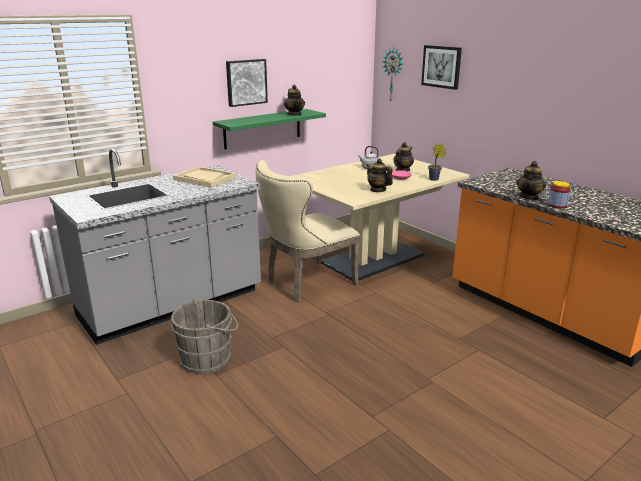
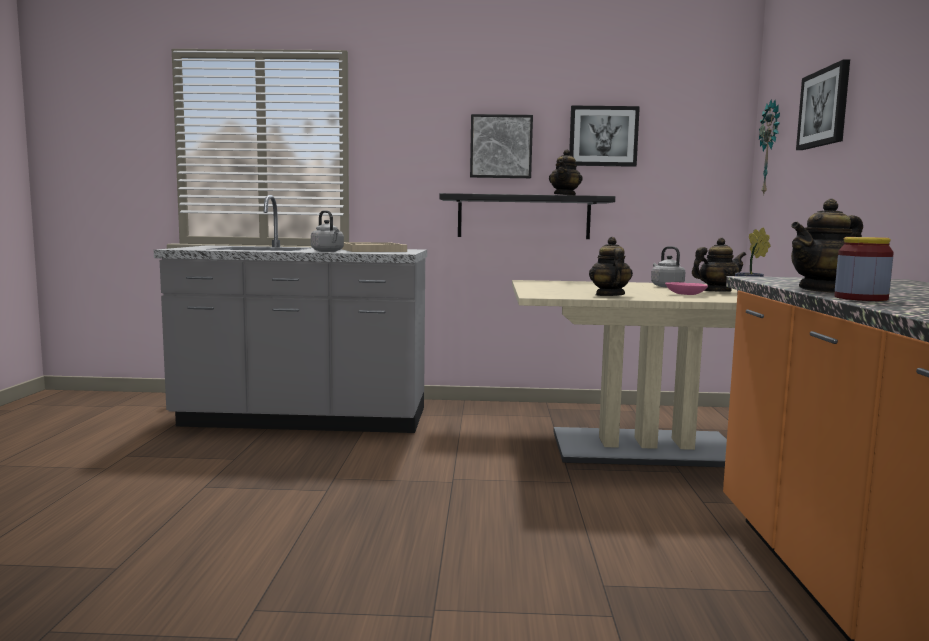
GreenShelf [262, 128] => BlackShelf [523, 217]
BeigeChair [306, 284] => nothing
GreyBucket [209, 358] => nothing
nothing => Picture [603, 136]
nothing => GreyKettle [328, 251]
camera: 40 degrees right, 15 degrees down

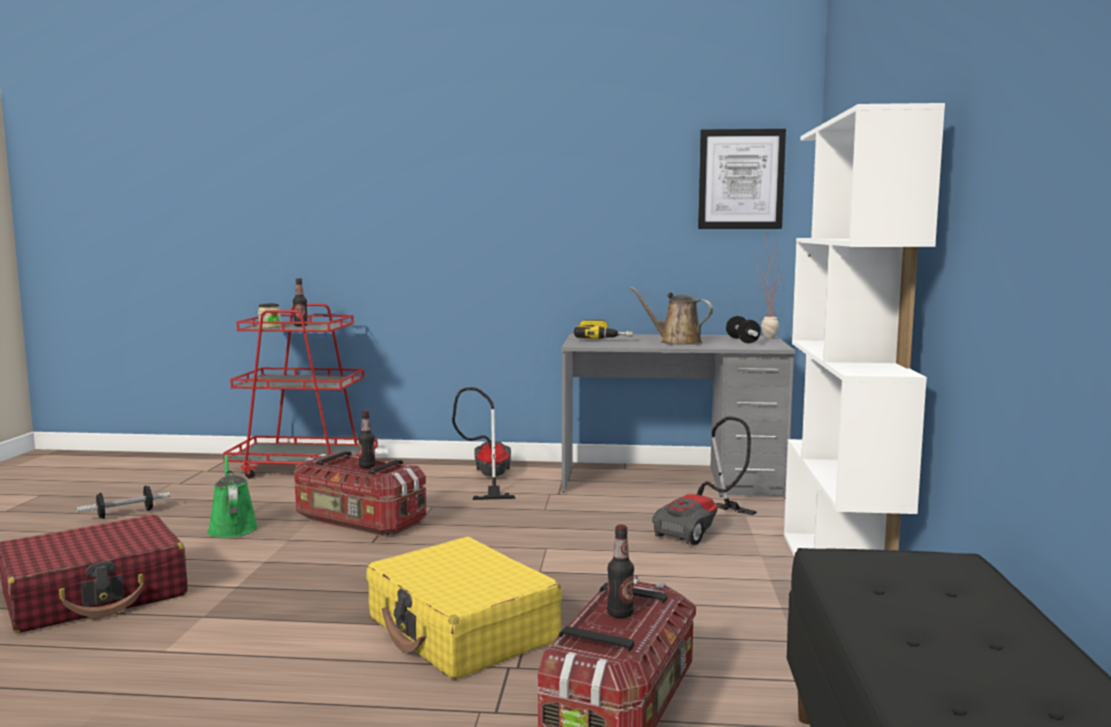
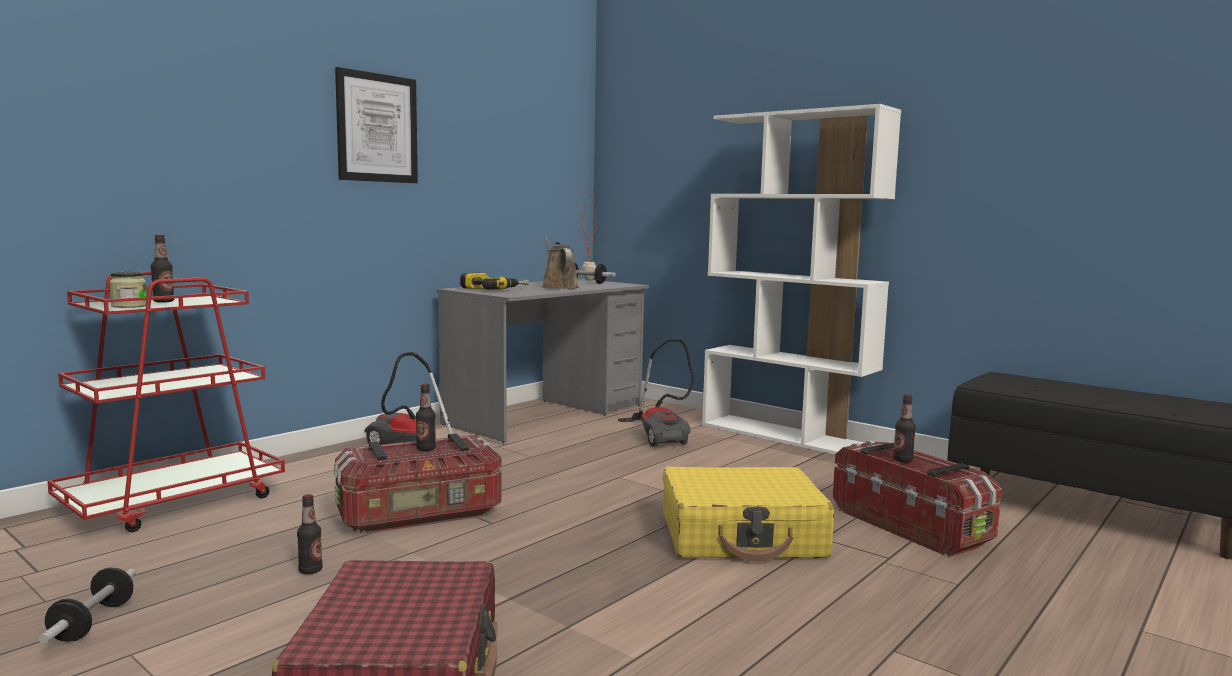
Picture [741, 179] => Picture [377, 128], shifted
BrownWateringCan [676, 342] => BrownWateringCan [558, 287], 90 degrees clockwise
GreenWateringCan [232, 528] => Bottle [310, 570]
camera: 55 degrees left, 0 degrees up

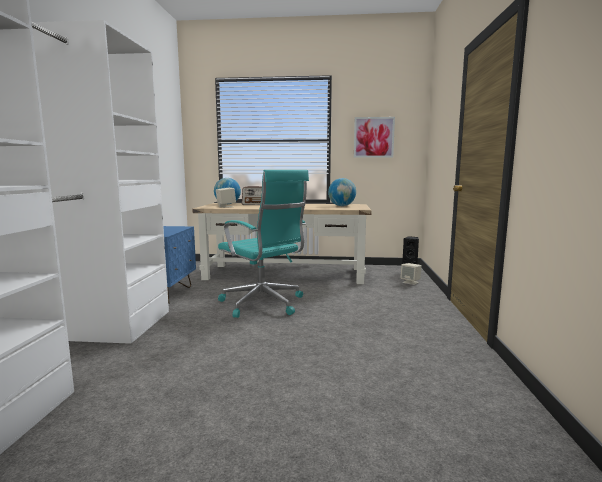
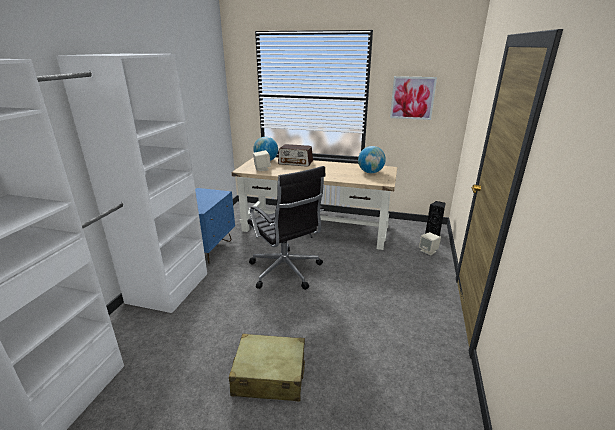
TurquoiseOfficeChair [263, 304] => BlackOfficeChair [286, 271]
nothing => BeigeSuitcase [269, 375]
camera: 10 degrees right, 15 degrees up

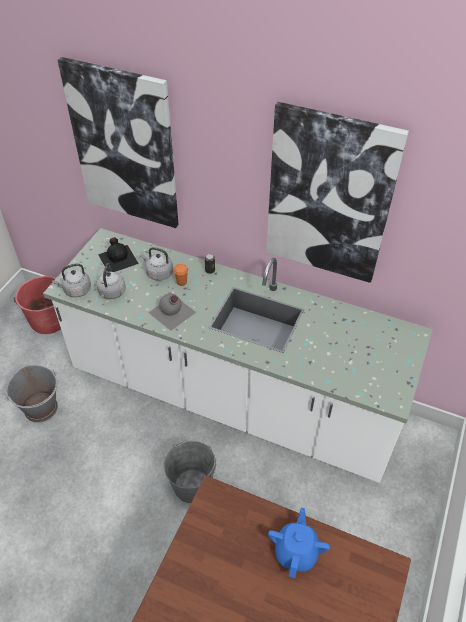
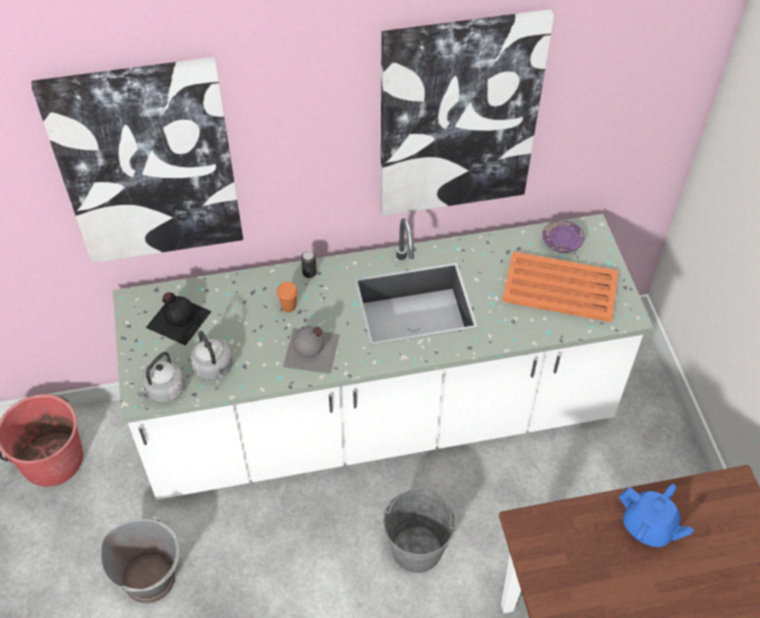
GreyKettle [158, 273] => nothing
BlueTeapot [296, 551] => BlueTeapot [648, 527], 150 degrees clockwise
nothing => PurplePlate [561, 242]
nothing => OrangeTray [559, 287]
camera: 35 degrees left, 5 degrees up

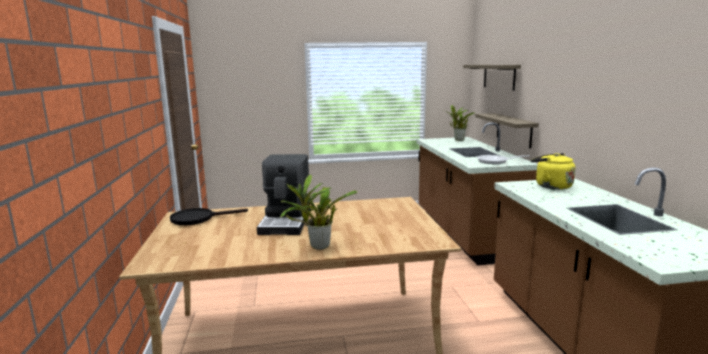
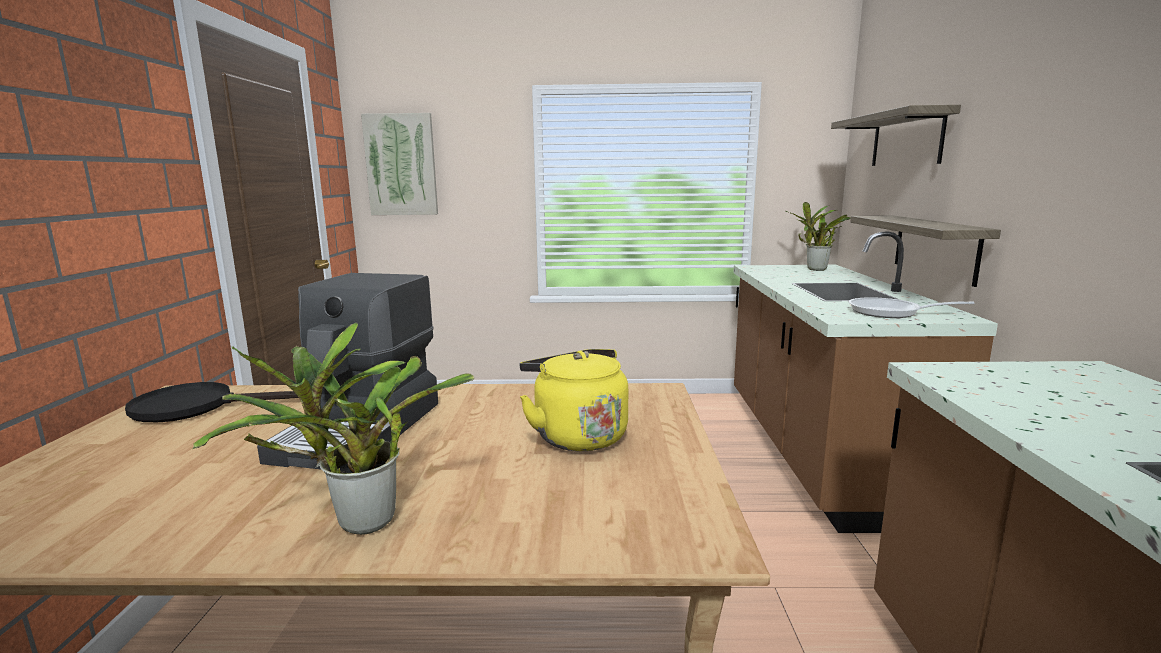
YellowKettle [551, 186] => YellowKettle [576, 435], shifted
nothing => Picture [401, 165]
camera: 10 degrees right, 0 degrees up

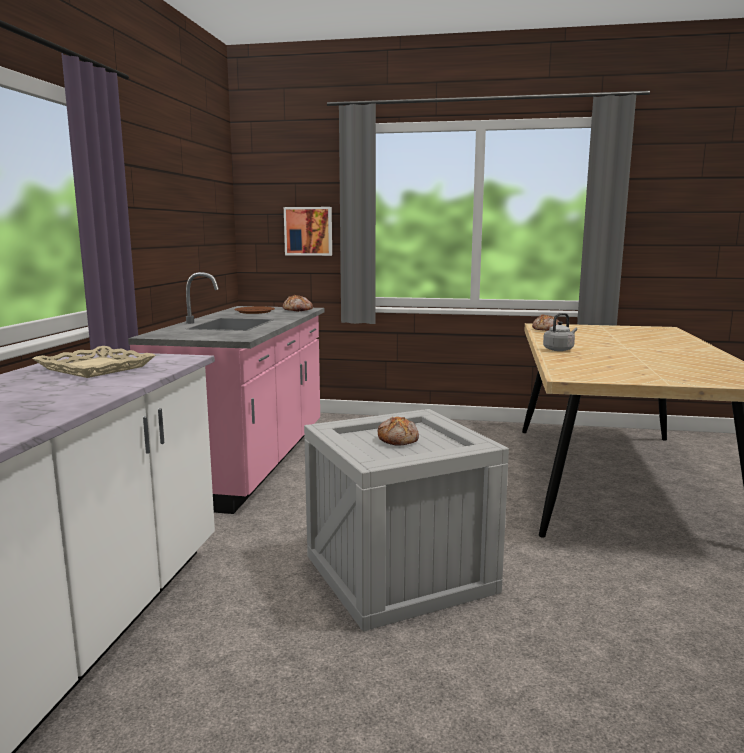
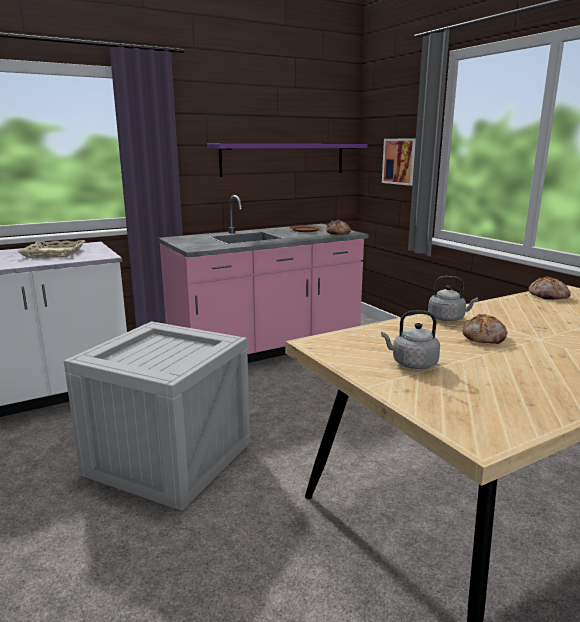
Bread [398, 440] => Bread [484, 337], shifted
nothing => PurpleShelf [284, 159]
nothing => GreyKettle [412, 364]
camera: 50 degrees right, 5 degrees up

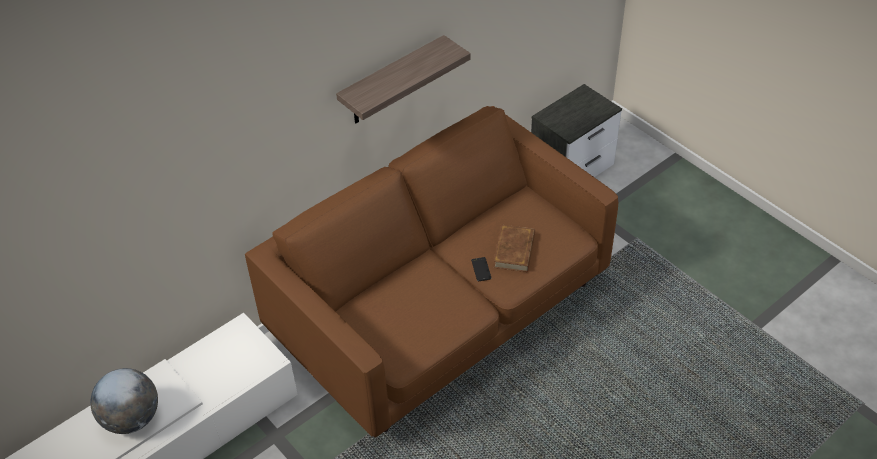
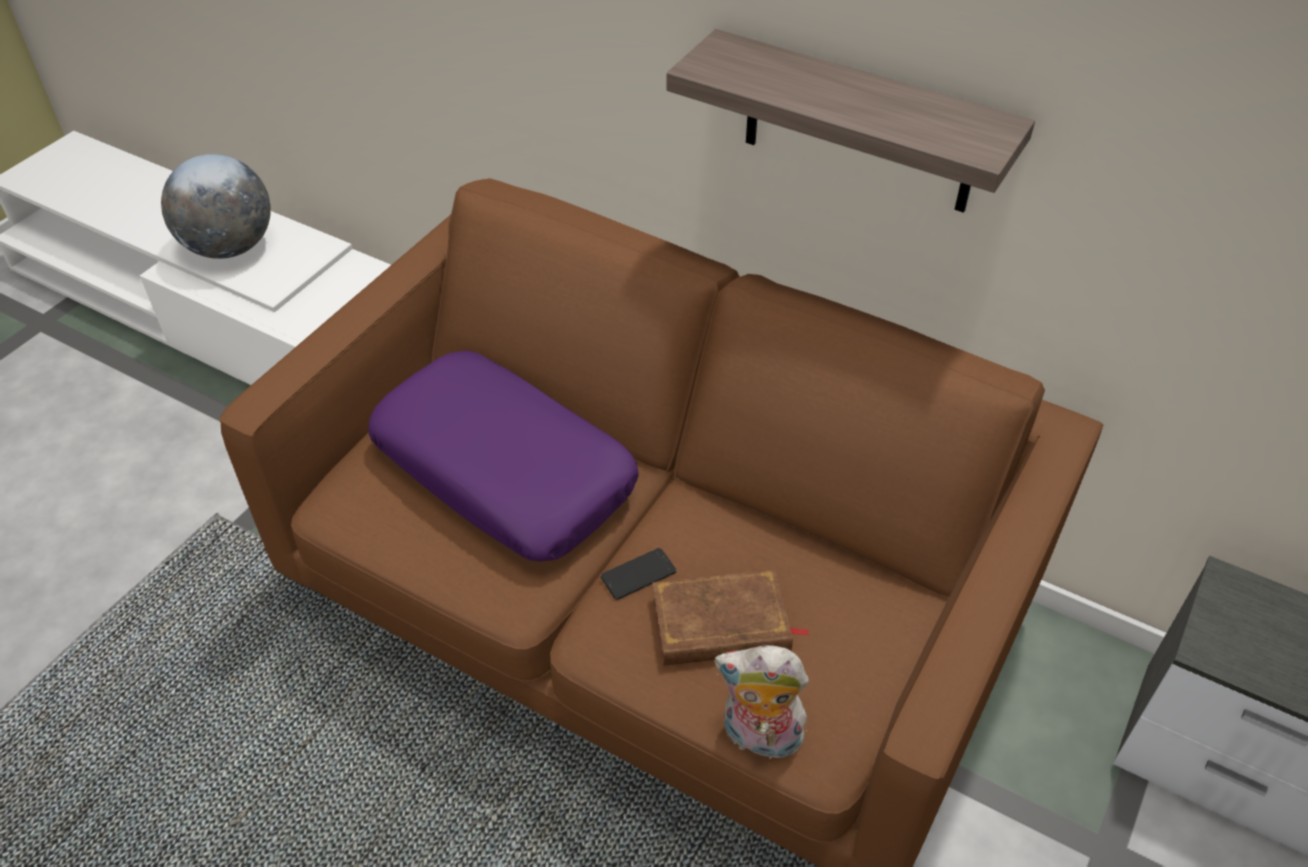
nothing => PurplePillow [505, 471]
nothing => PlushToy [759, 738]
camera: 70 degrees right, 0 degrees up

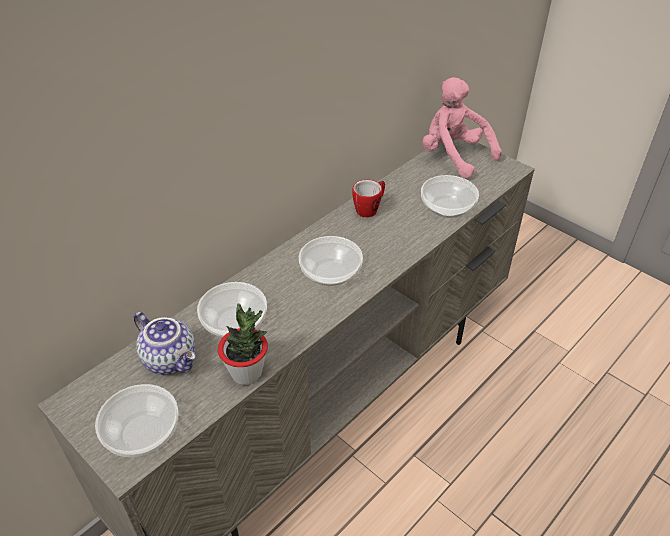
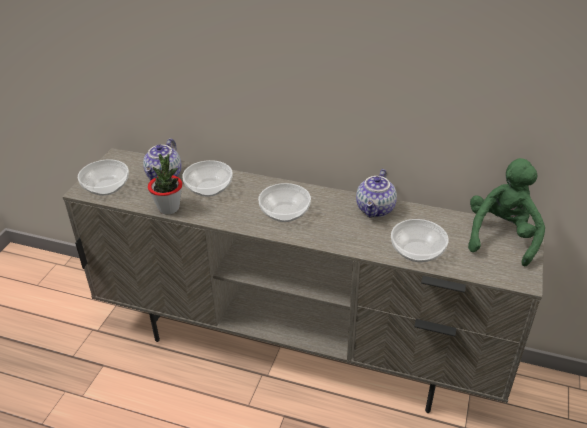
PinkPlushToy [454, 156] => GreenPlushToy [501, 236]
Mug [369, 209] => Teapot [376, 210]
camera: 65 degrees right, 5 degrees down

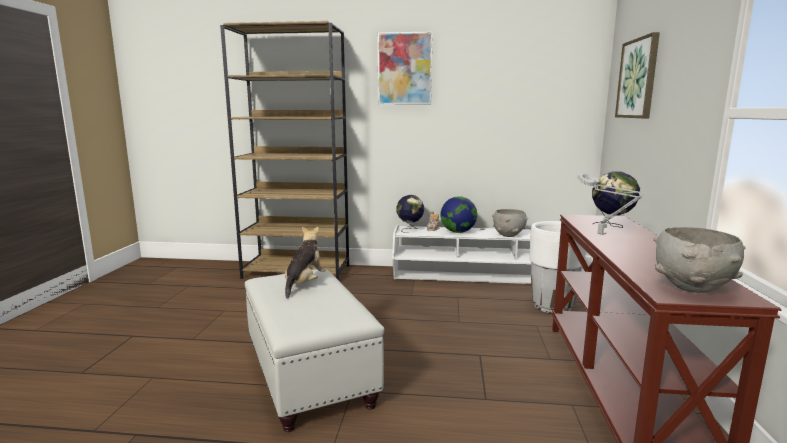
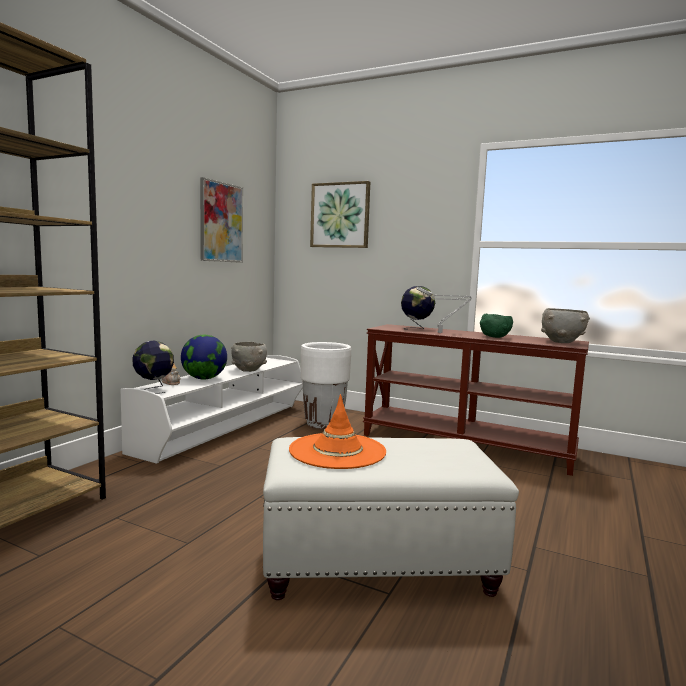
Picture [404, 69] => Picture [221, 222], shifted
PlushToy [304, 284] => OrangeHat [337, 451]
nothing => GreenBowl [495, 337]
camera: 70 degrees left, 5 degrees down

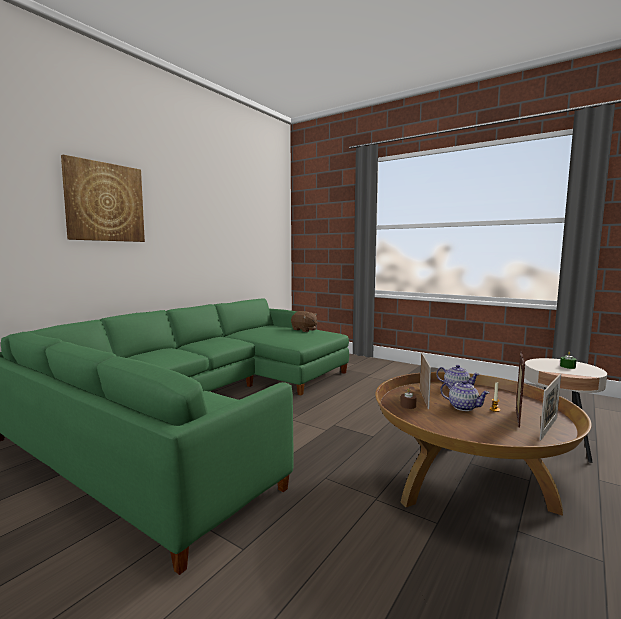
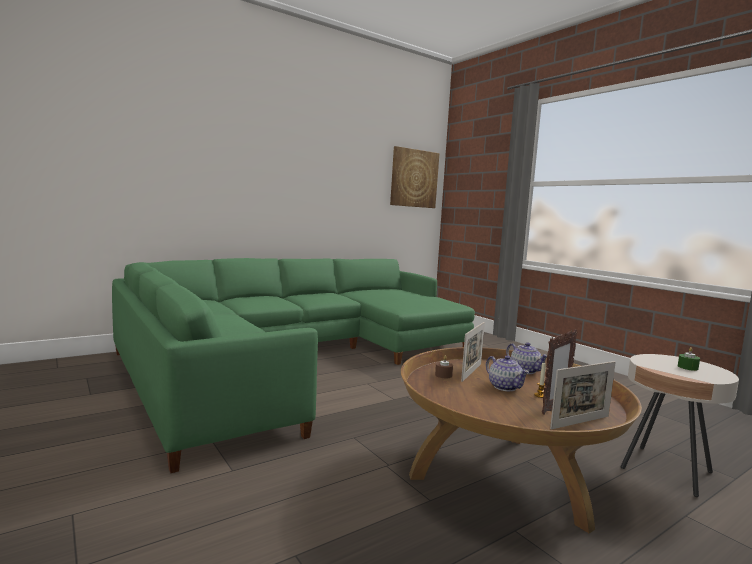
Picture [105, 202] => Picture [414, 178], shifted
BrownPlushToy [304, 330] => nothing
camera: 20 degrees right, 0 degrees up

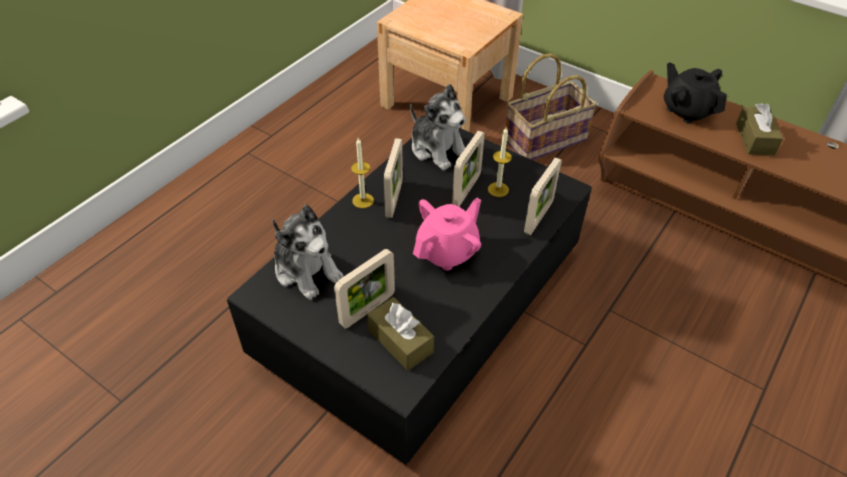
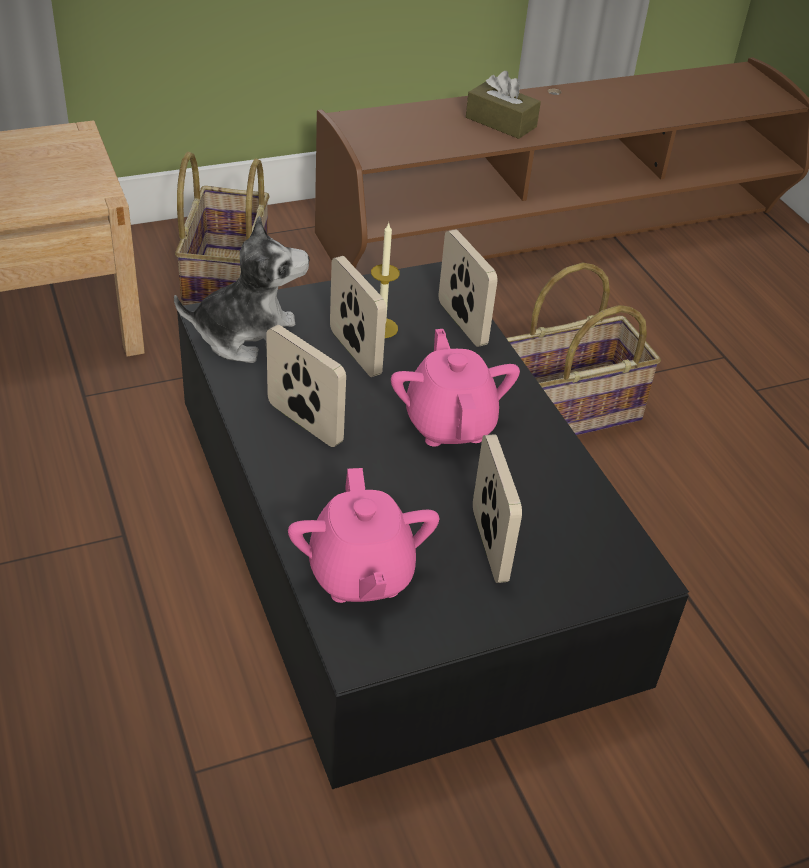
BlackTeapot [686, 110] => nothing
Candle [363, 200] => nothing
PlushToy [307, 270] => PinkTeapot [360, 574]
BrownTissueBox [400, 341] => nothing
nothing => Basket [568, 413]
camera: 60 degrees left, 5 degrees down

